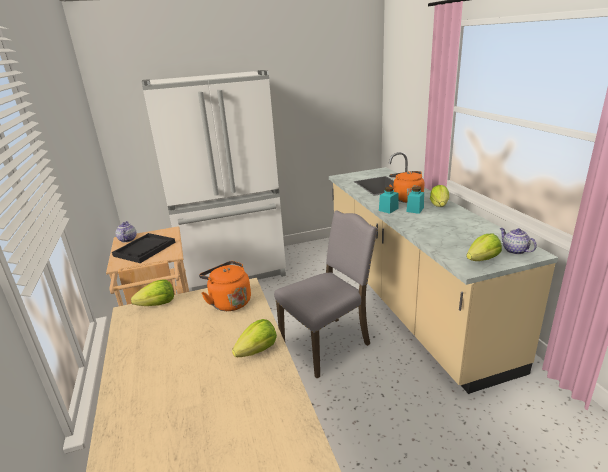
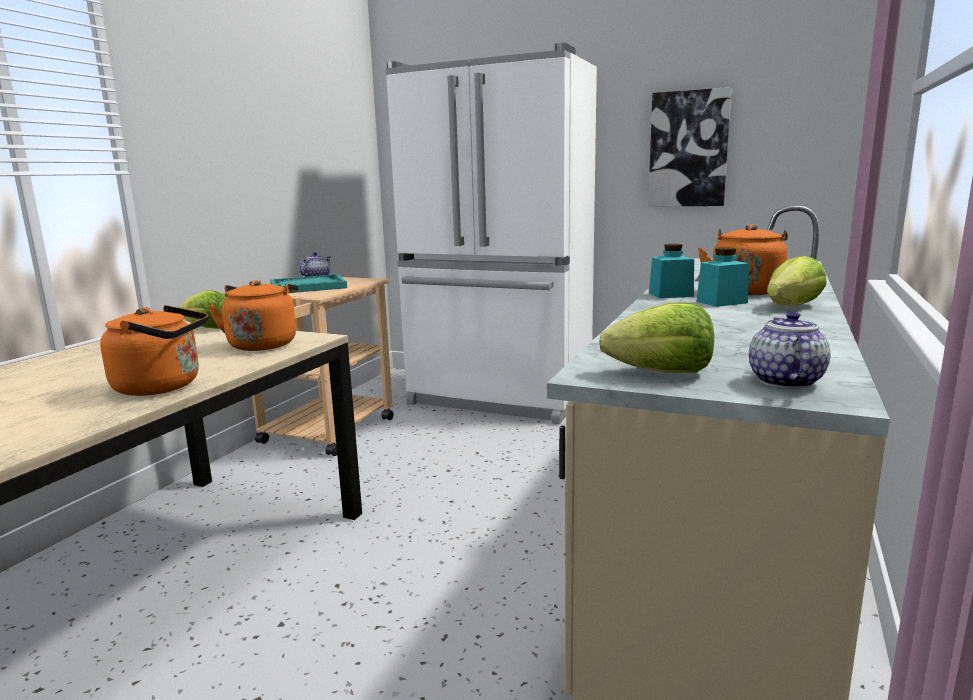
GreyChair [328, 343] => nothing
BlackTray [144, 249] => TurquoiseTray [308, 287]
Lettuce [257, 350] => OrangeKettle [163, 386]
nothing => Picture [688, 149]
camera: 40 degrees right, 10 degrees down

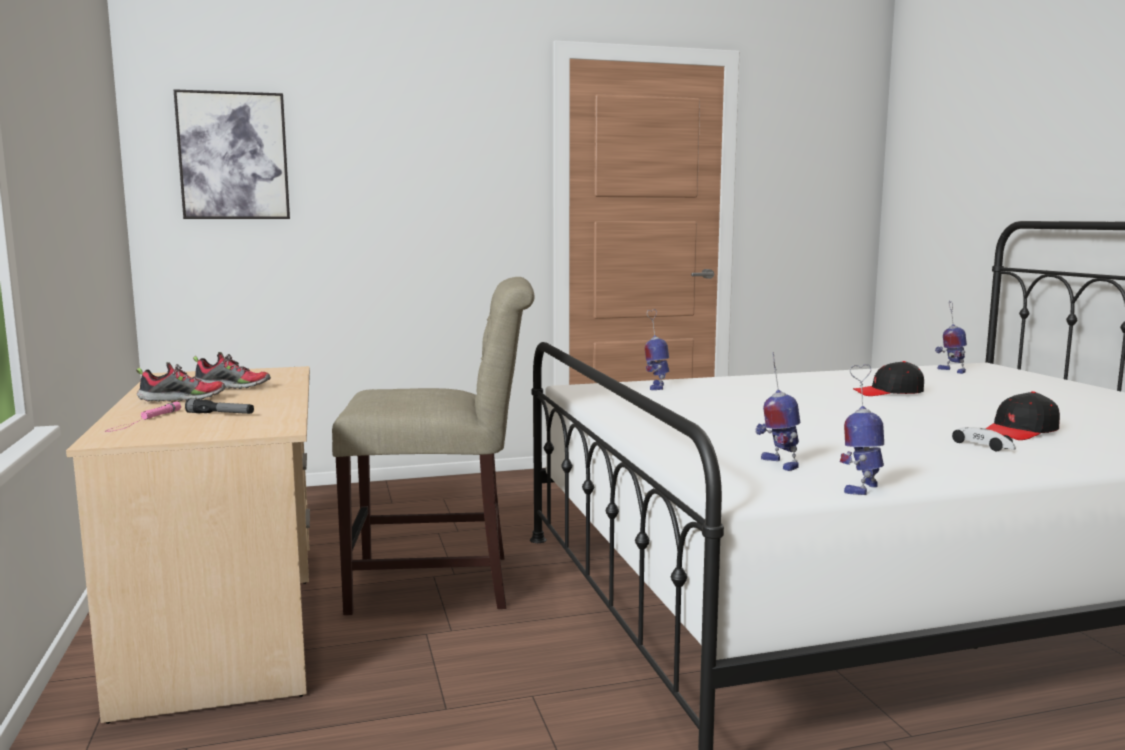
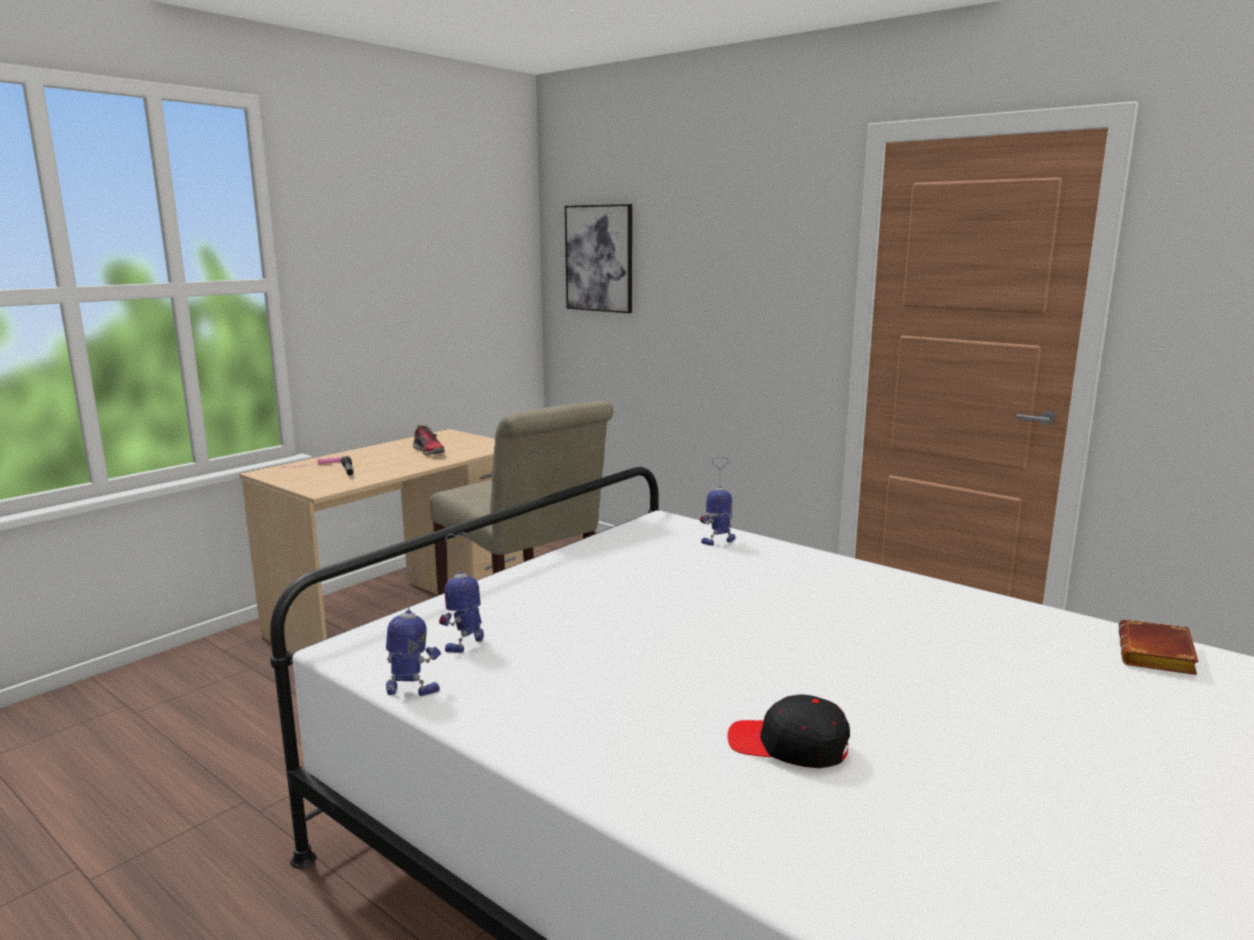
ToyRobot [951, 371] => BrownBook [1158, 656]
BlackCap [888, 392] => nothing
Shoe [183, 399] => nothing
ToyCar [983, 445] => nothing
camera: 55 degrees right, 5 degrees up

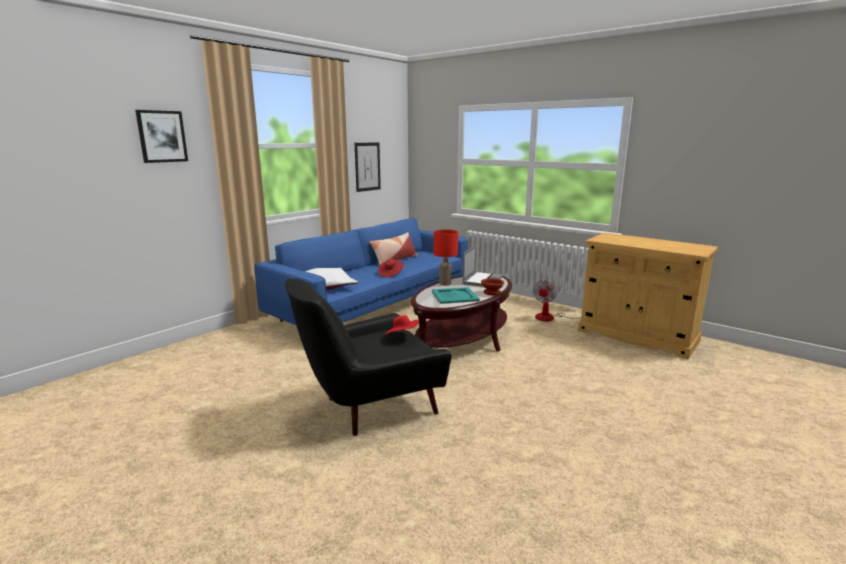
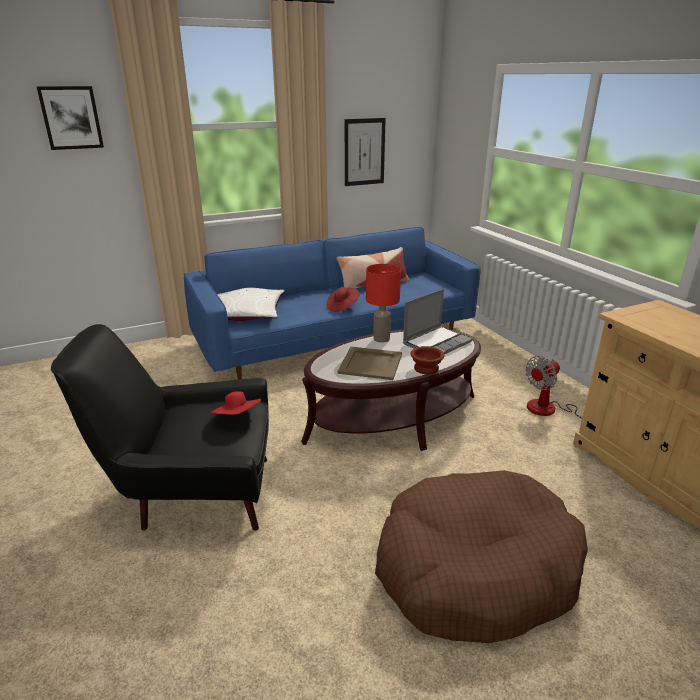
TurquoiseTray [455, 296] => BeigeTray [371, 364]
nothing => BrownDogBed [475, 569]
camera: 25 degrees right, 10 degrees up

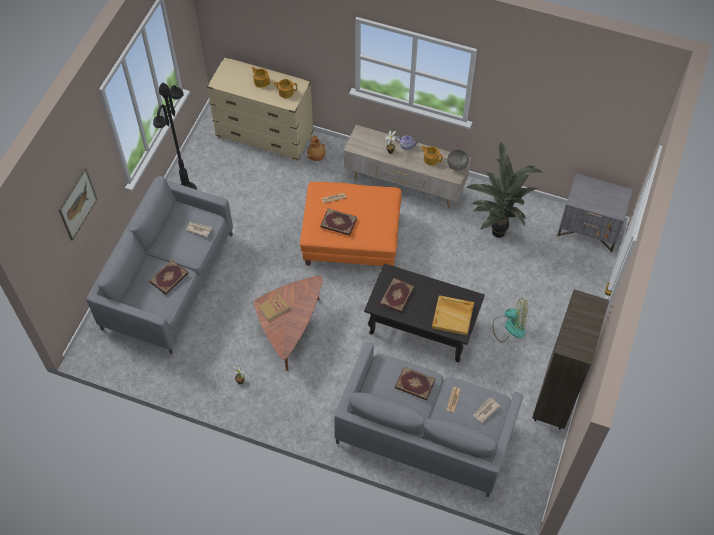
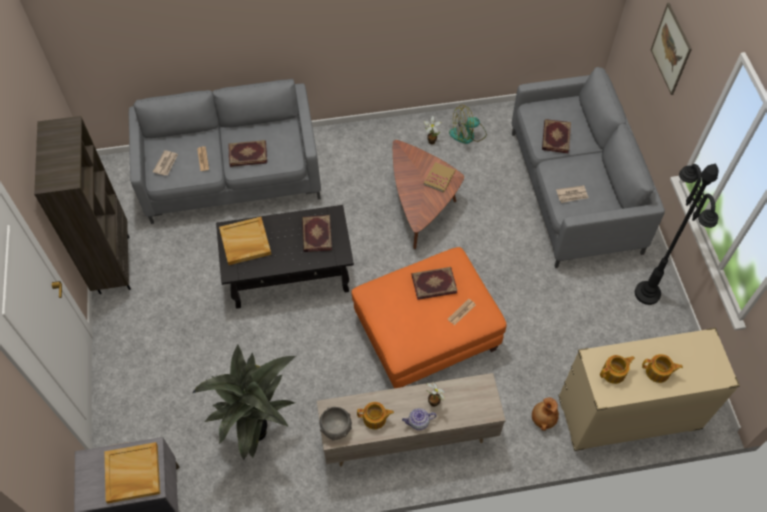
Fan [509, 327] => Fan [467, 134], shifted
nothing => BeigeTray [132, 474]
camera: 150 degrees right, 0 degrees up

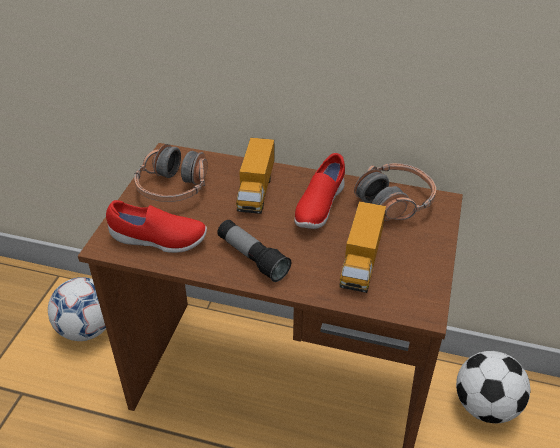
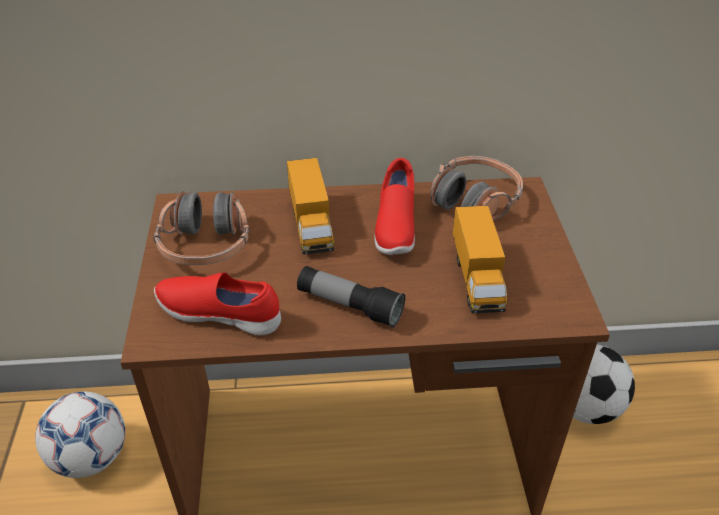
RedShoe [158, 240] => RedShoe [220, 315], 150 degrees counterclockwise
camera: 20 degrees left, 0 degrees up

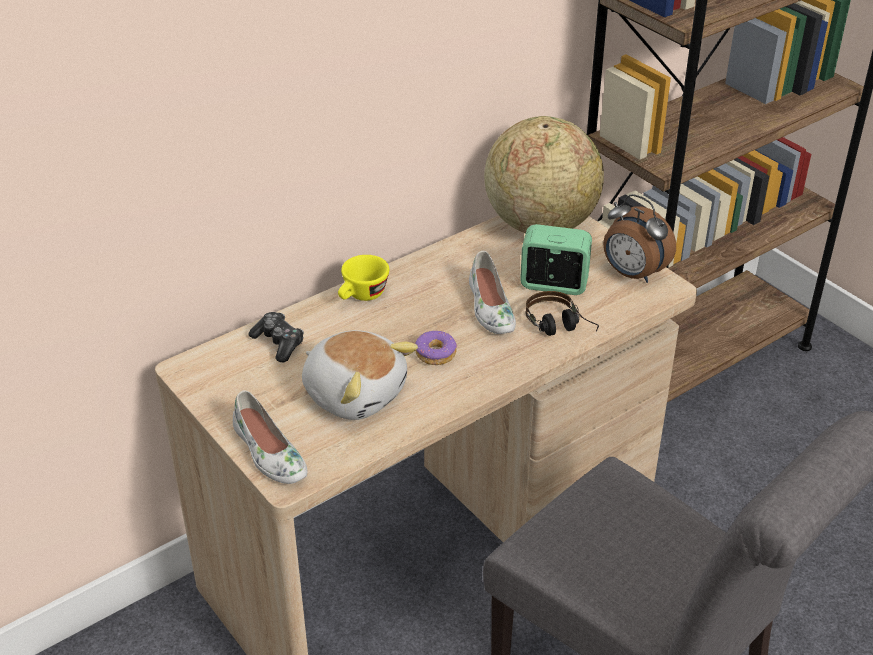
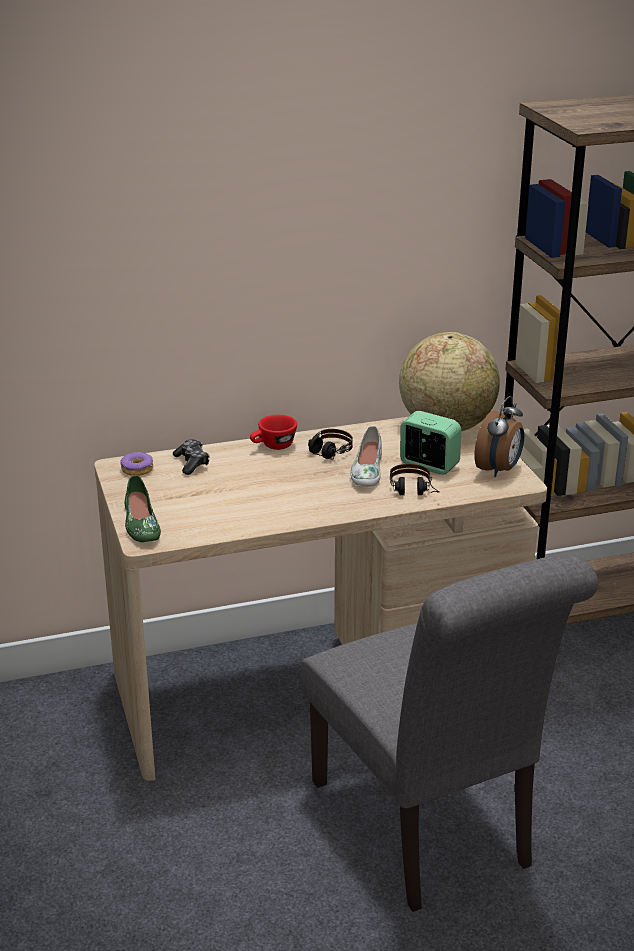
AlarmClock [632, 274] => AlarmClock [499, 470], 120 degrees counterclockwise
YellowCup [362, 296] => RedCup [273, 446]
PlushToy [355, 393] => nothing
Donut [436, 354] => Donut [137, 469], shifted
WhiteShoe [268, 453] => GreenShoe [140, 524]
nothing => Headphones [325, 455]
camera: 20 degrees right, 10 degrees down

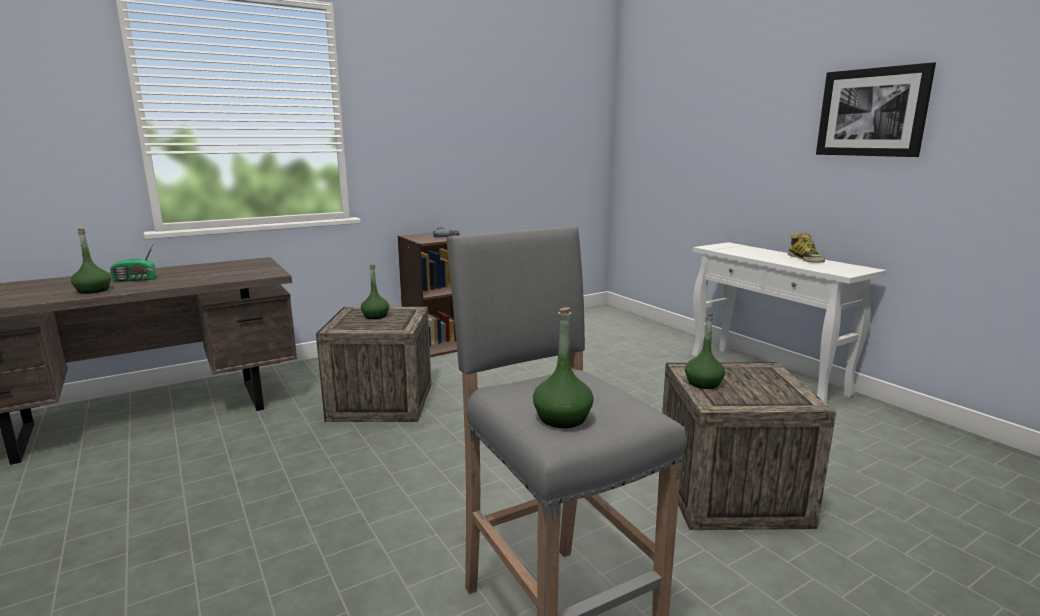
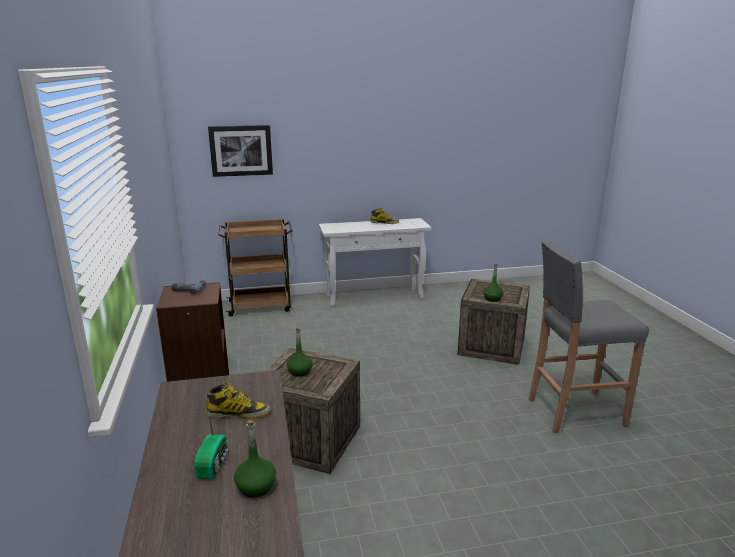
Picture [872, 112] => Picture [241, 150], shifted
GreenBottle [562, 418] => nothing
nothing => BrownCart [261, 306]
nothing => Boot [239, 413]
camera: 70 degrees left, 5 degrees up

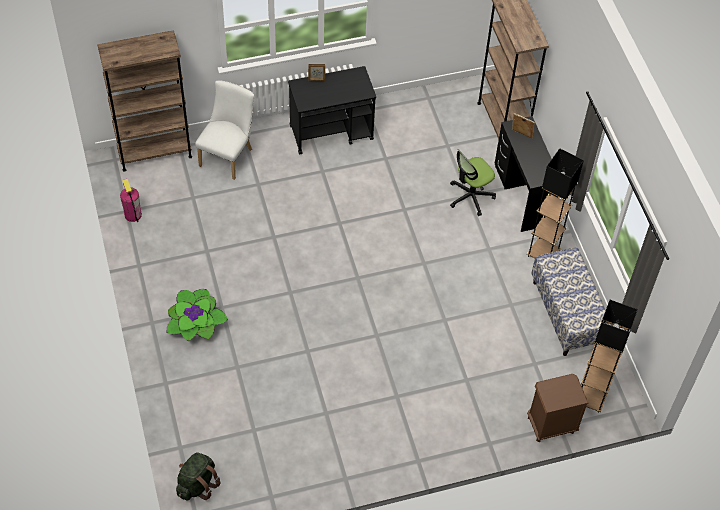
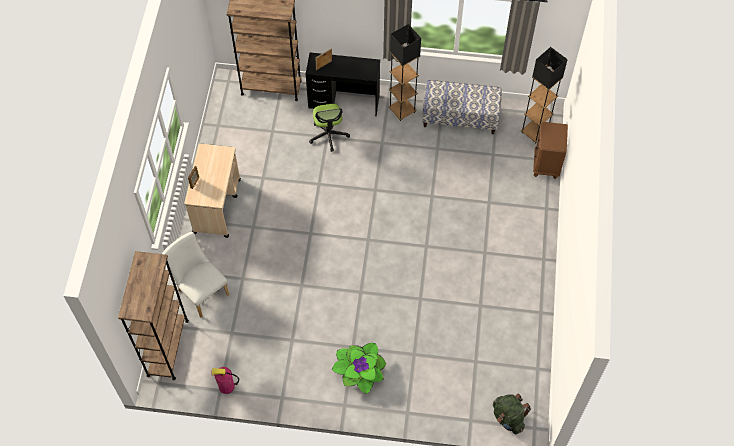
BlackCart [332, 132] => BeigeCart [217, 206]
camera: 65 degrees left, 5 degrees up

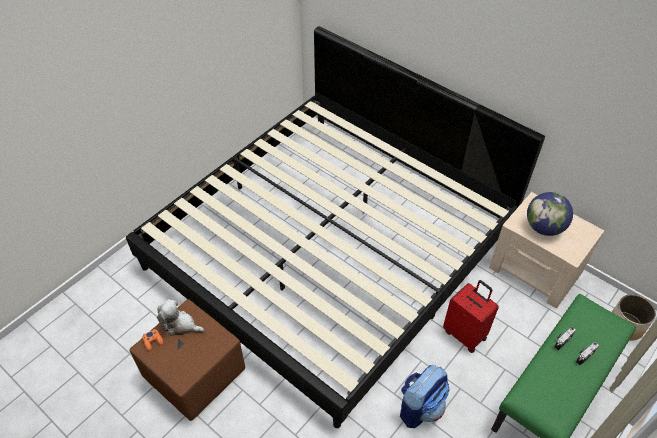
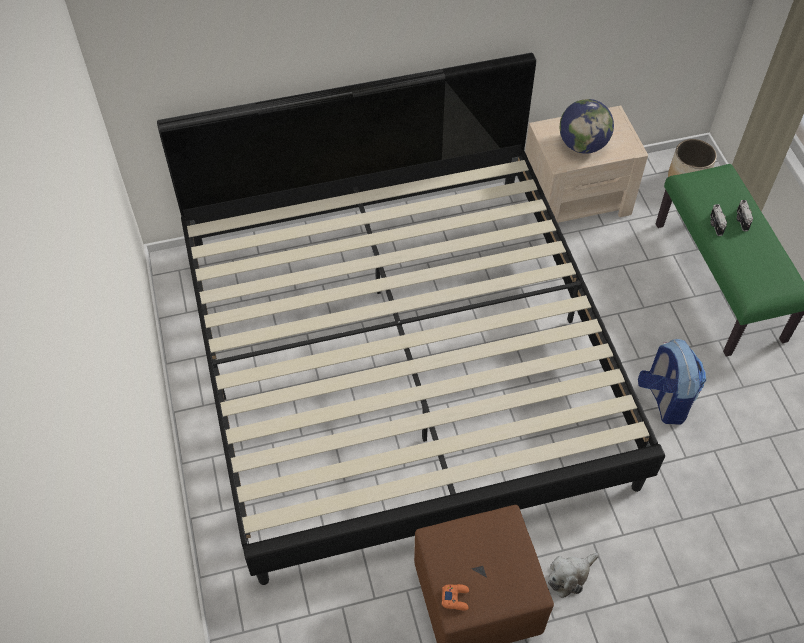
RedSuitcase [465, 334] => nothing
PlushToy [180, 325] => PlushToy [570, 576], shifted
camera: 55 degrees left, 5 degrees up

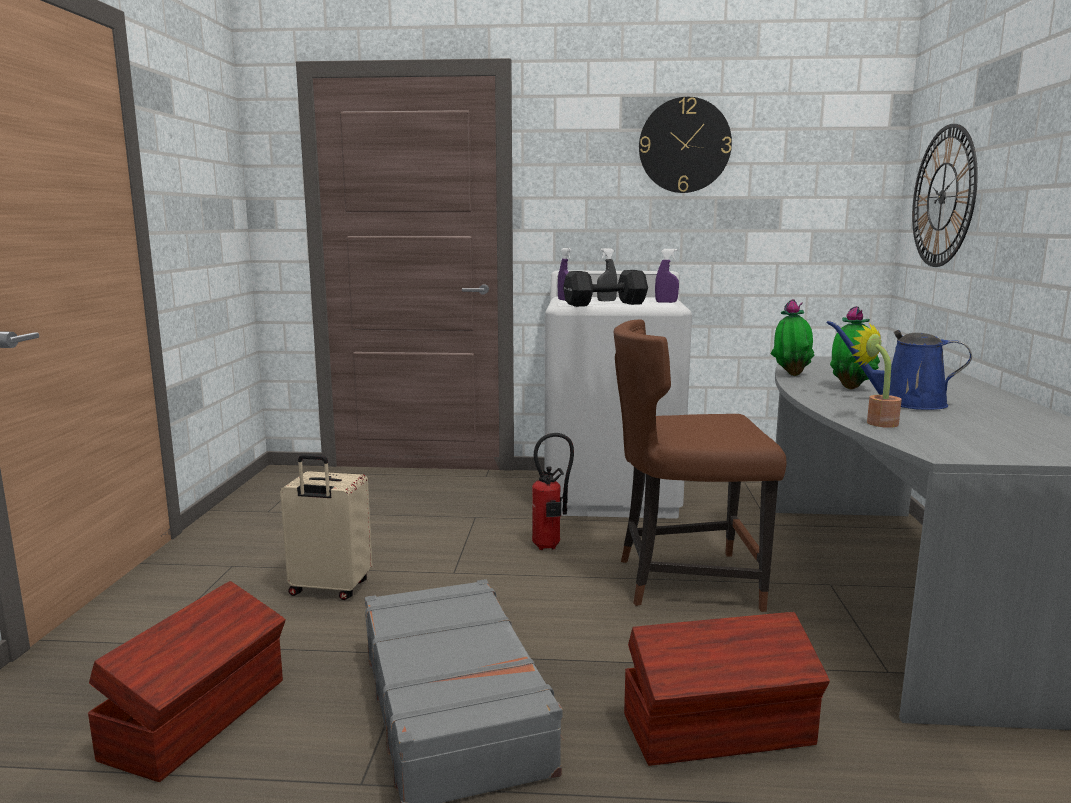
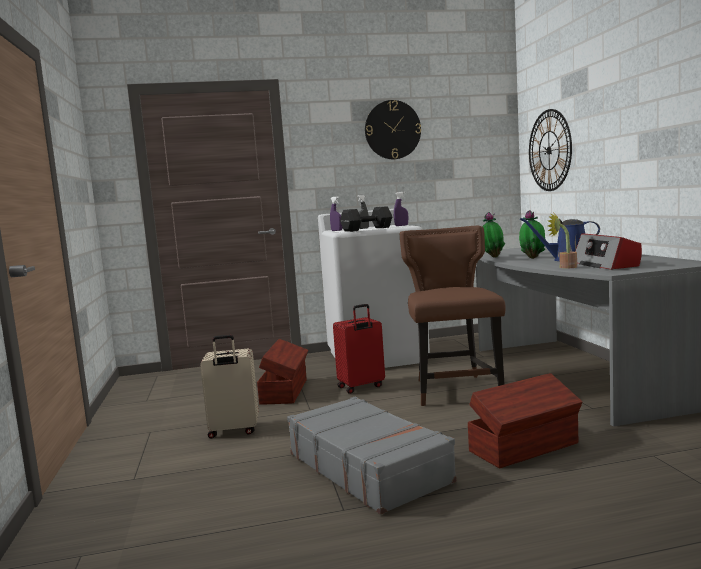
BrownChair [684, 581] => BrownChair [455, 389], 105 degrees clockwise
FireExtinguisher [551, 546] => RedSuitcase [361, 387]
BrownStorageBox [200, 717] => BrownStorageBox [285, 391], shifted
nothing => Radio [605, 264]
camera: 15 degrees left, 5 degrees down

